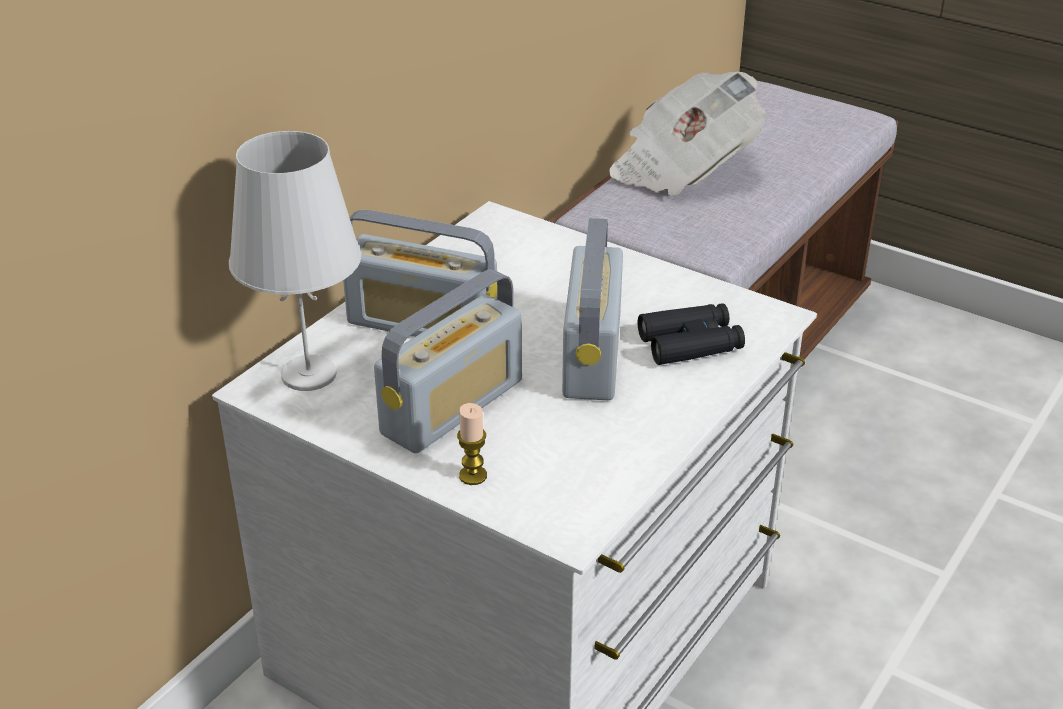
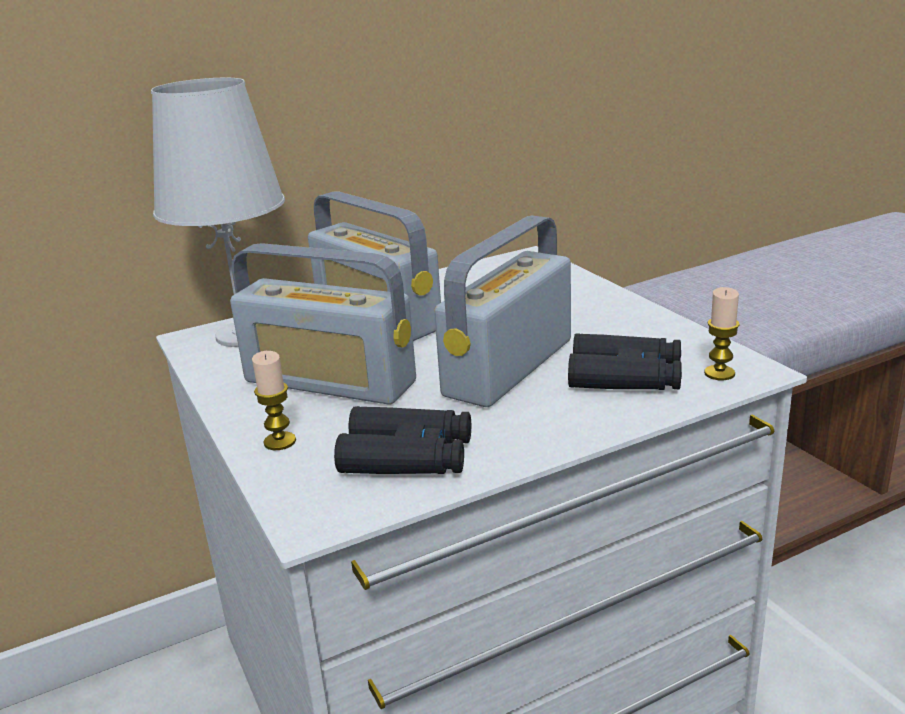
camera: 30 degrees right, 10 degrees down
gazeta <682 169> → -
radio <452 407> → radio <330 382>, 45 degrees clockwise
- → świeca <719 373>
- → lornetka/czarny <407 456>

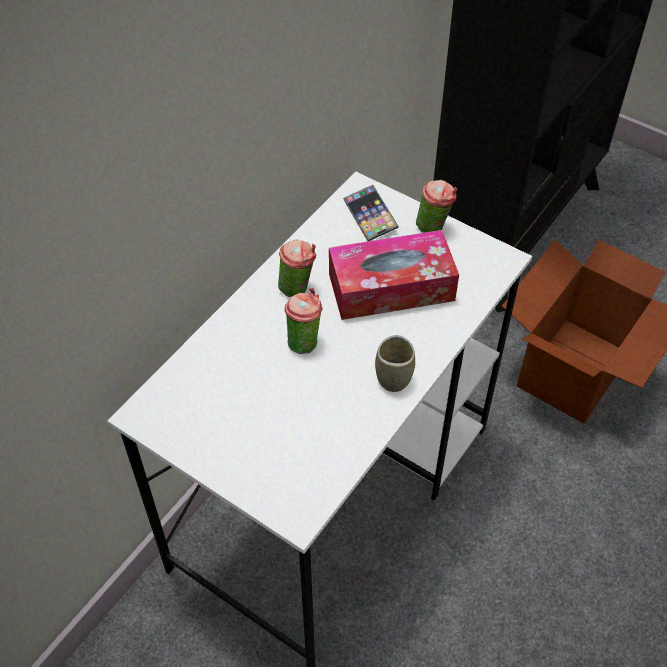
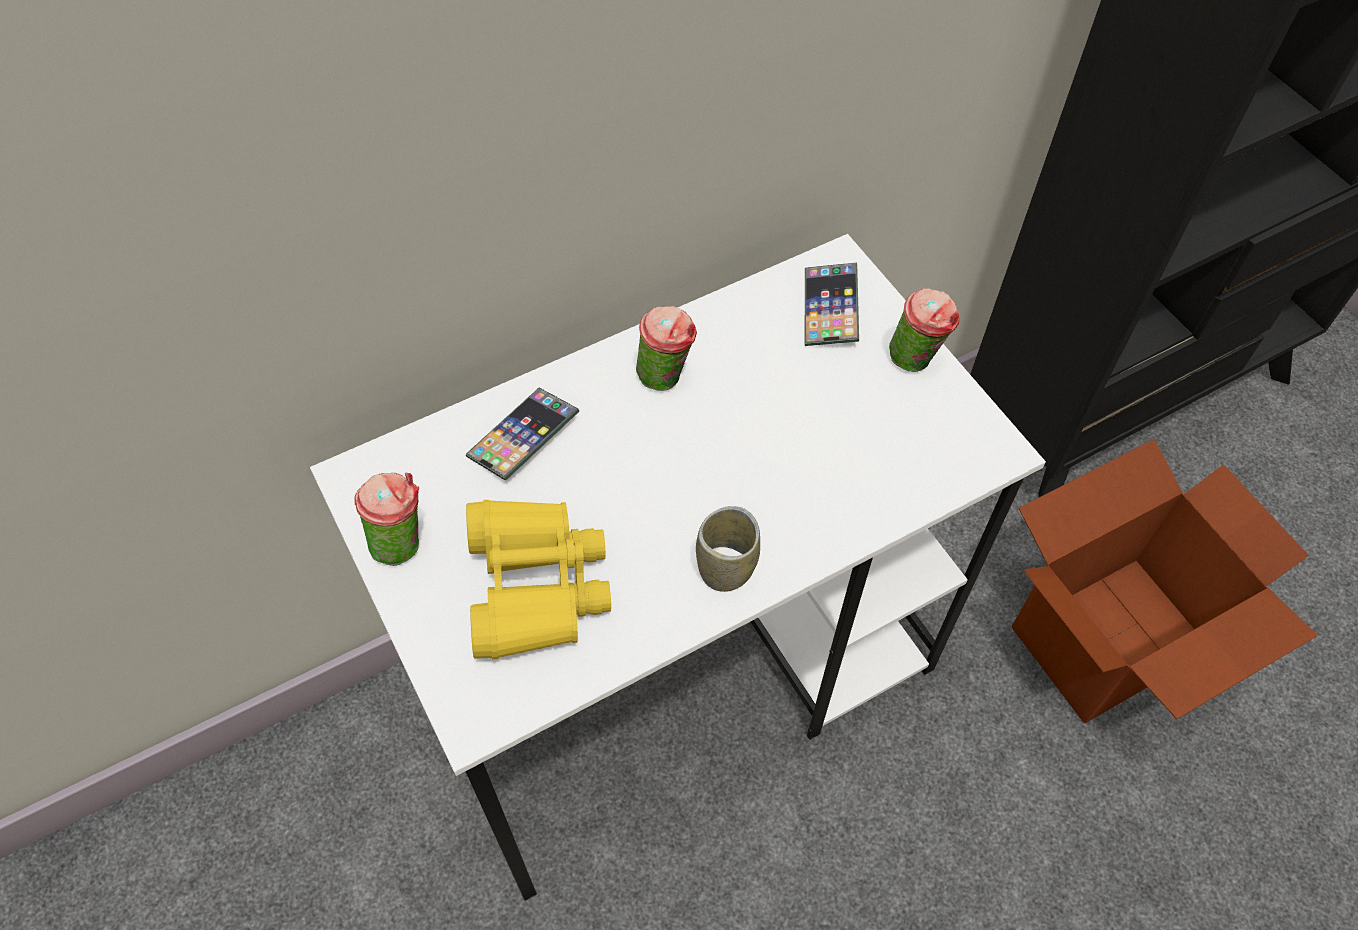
camera: 25 degrees right, 5 degrees up
pudełko chusteczek <391 287> → -
filiżanka <304 341> → filiżanka <402 542>, relocated
- → telefon <523 437>
- → lornetka/żółty <535 586>

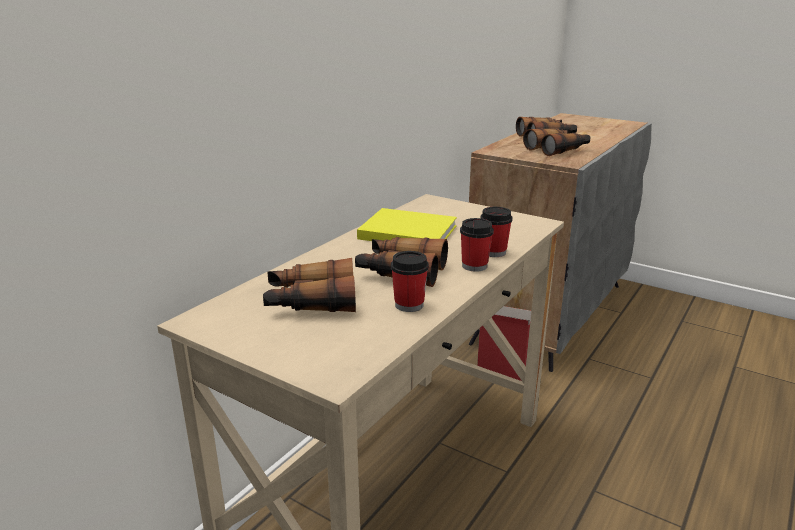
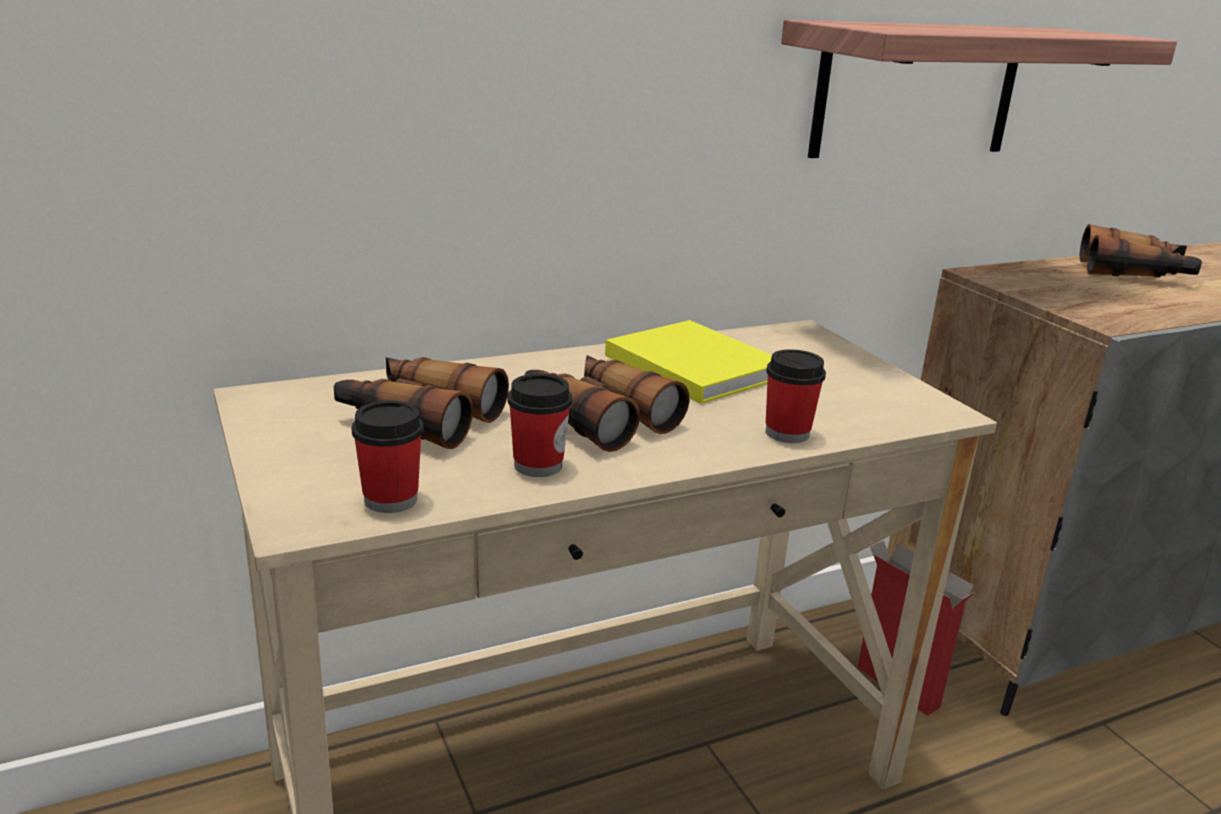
camera: 30 degrees right, 0 degrees up
lornetka <557 149> → -
filiżanka <474 266> → filiżanka <390 499>, relocated
- → półka <917 90>

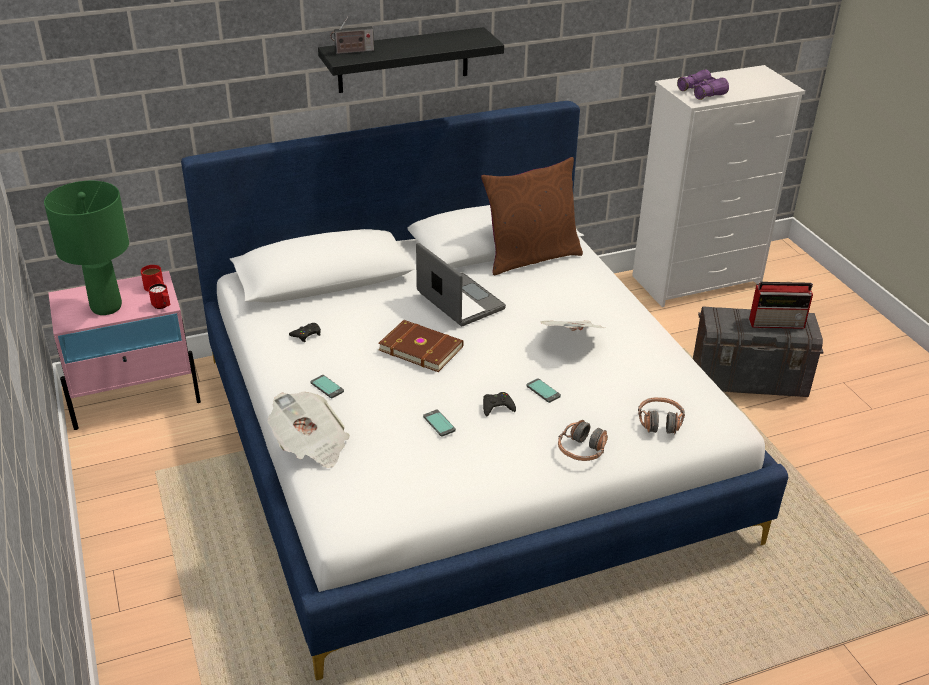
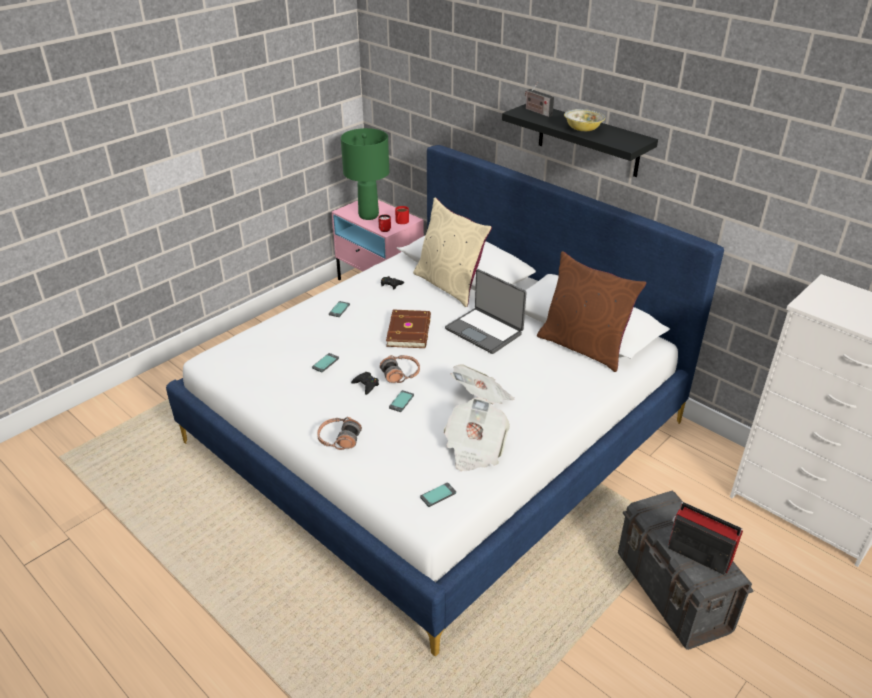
camera: 65 degrees right, 0 degrees up
lornetka/fioletowy <701 92> → -
laptop <459 301> → laptop <485 331>, 105 degrees clockwise
radio <777 323> → radio <697 553>, 150 degrees clockwise
gazeta <311 445> → gazeta <474 449>, relocated
słuchawki <660 422> → słuchawki <400 374>, relocated
- → miska <583 129>
- → poduszka/beżowy <449 285>
- → telefon <438 495>

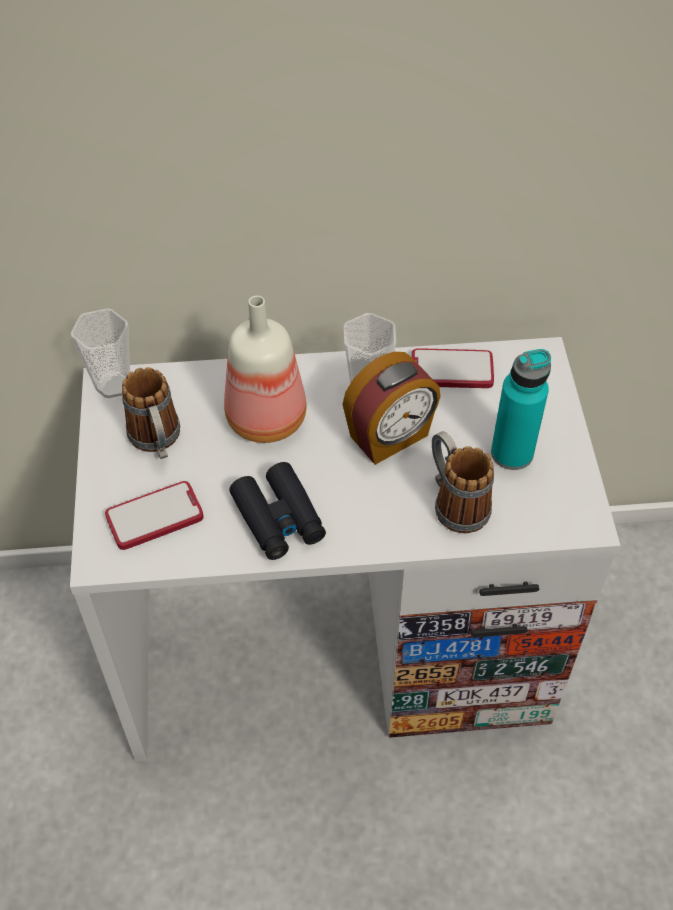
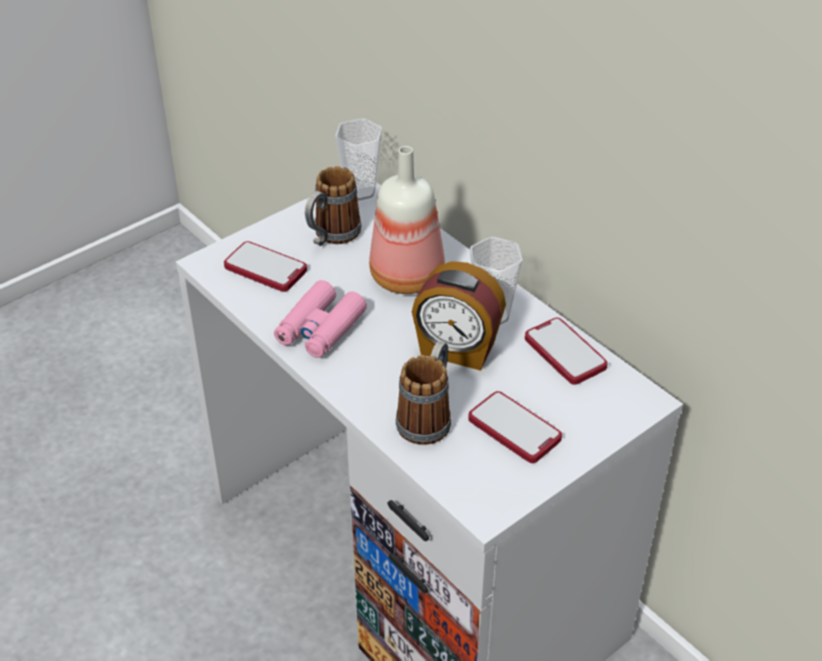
camera: 55 degrees right, 10 degrees down
butelka/turkusowy <512 453> → telefon <514 429>
lornetka/czarny <278 519> → lornetka/różowy <320 328>

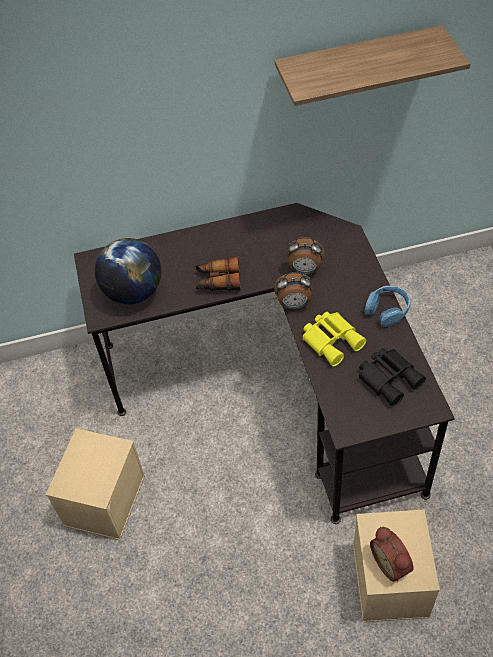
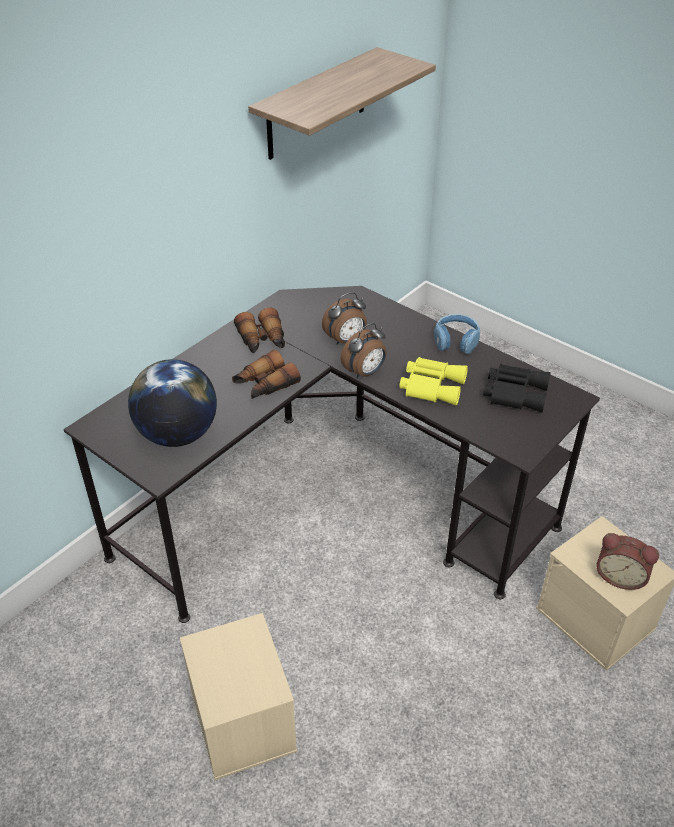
camera: 40 degrees left, 10 degrees down
- → lornetka <262 341>

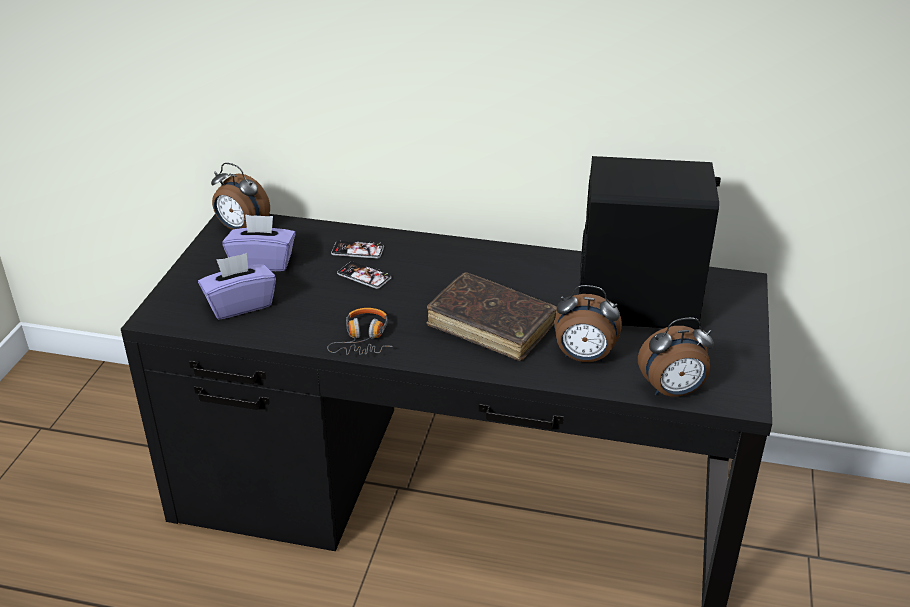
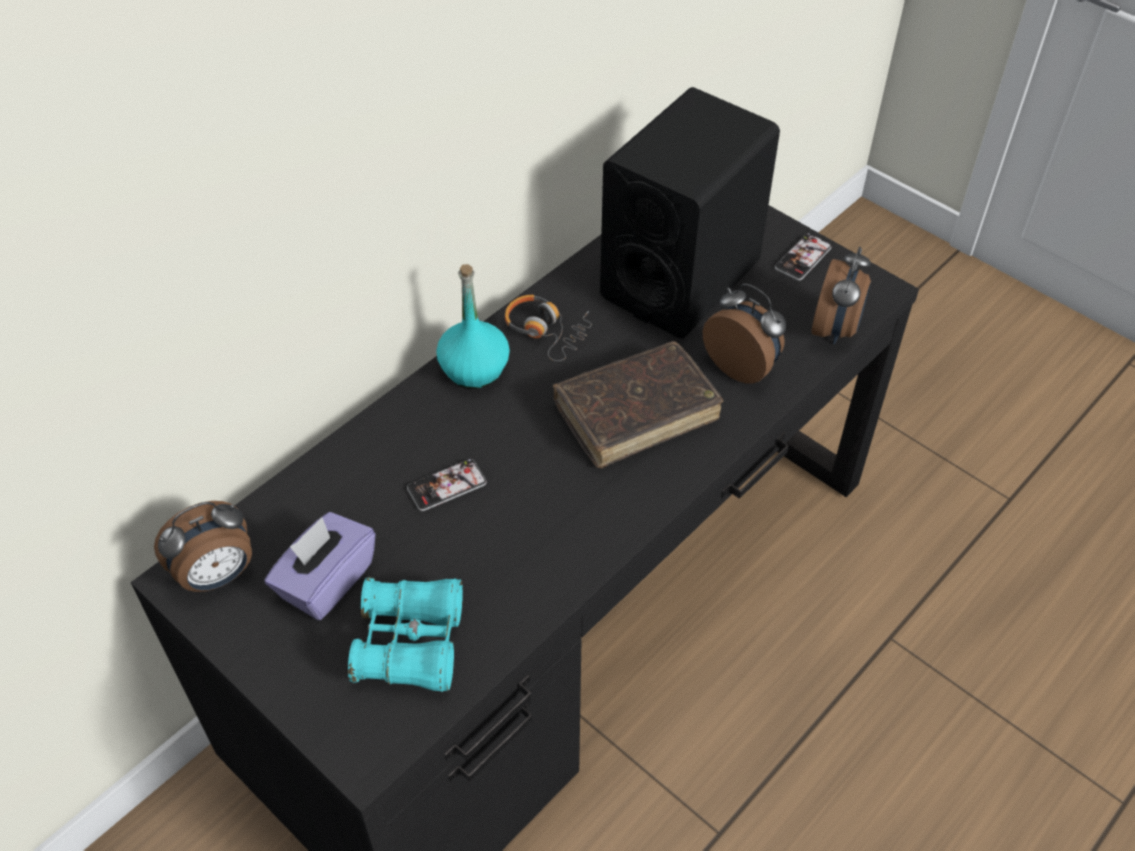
camera: 60 degrees left, 15 degrees up
telefon <357 251> → telefon <803 258>, relocated
pudełko chusteczek/fioletowy <240 304> → lornetka/turkusowy <410 643>
budzik <583 357> → budzik <742 366>, 90 degrees counterclockwise
słuchawki <363 339> → słuchawki <546 331>, relocated
- → butelka/turkusowy <475 369>

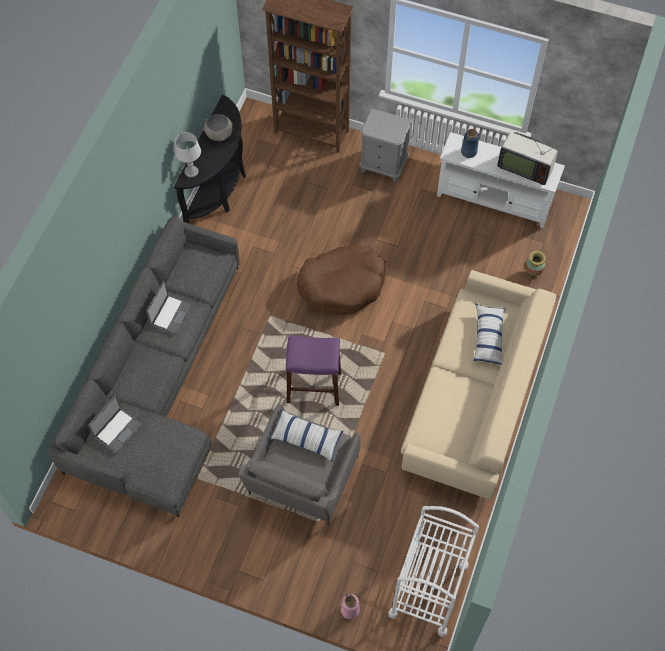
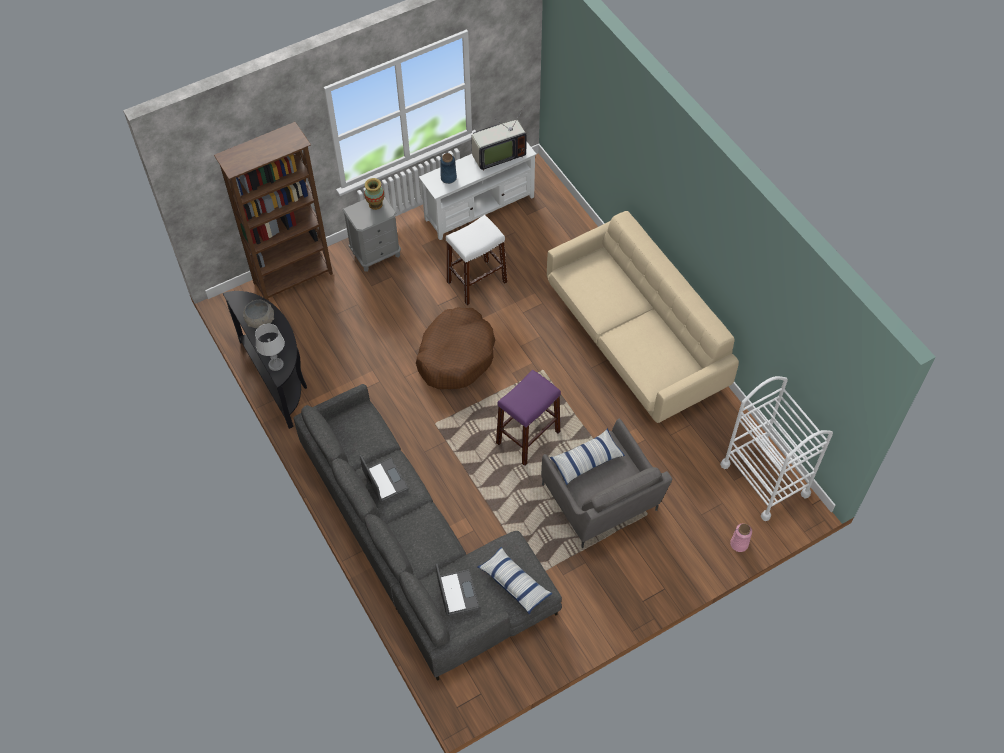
camera: 50 degrees left, 5 degrees down
wazon <532 273> → wazon <375 204>, relocated
poduszka <488 337> → poduszka <514 583>, relocated
- → stołek/biały <477 282>

